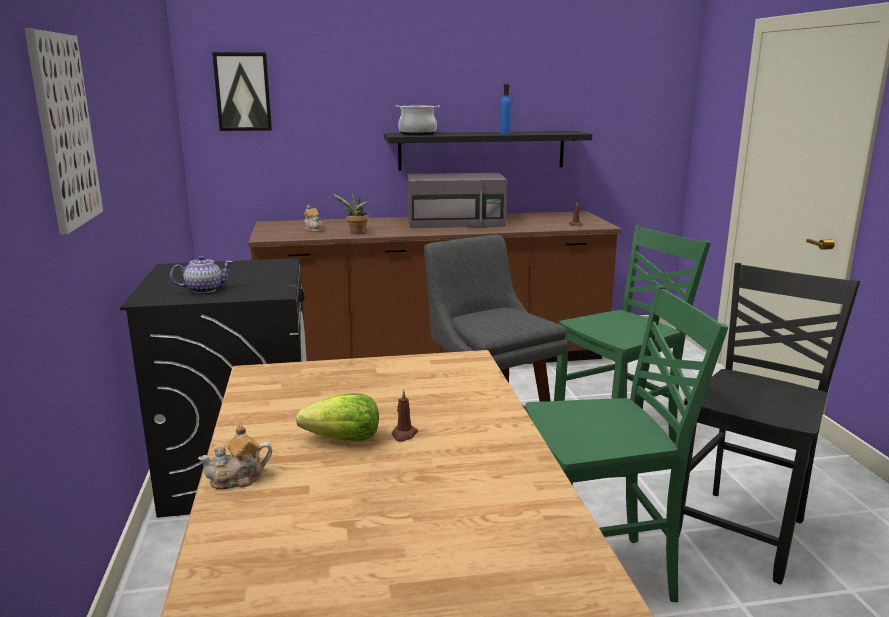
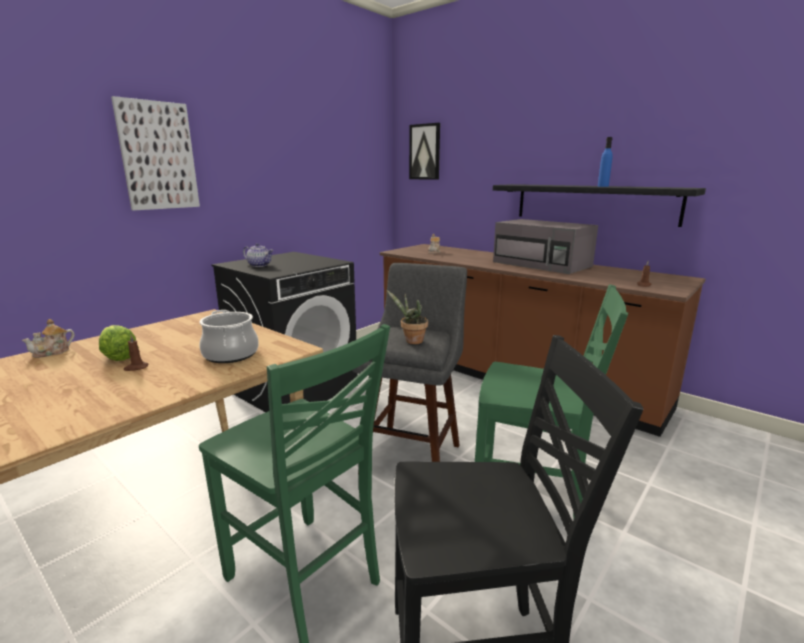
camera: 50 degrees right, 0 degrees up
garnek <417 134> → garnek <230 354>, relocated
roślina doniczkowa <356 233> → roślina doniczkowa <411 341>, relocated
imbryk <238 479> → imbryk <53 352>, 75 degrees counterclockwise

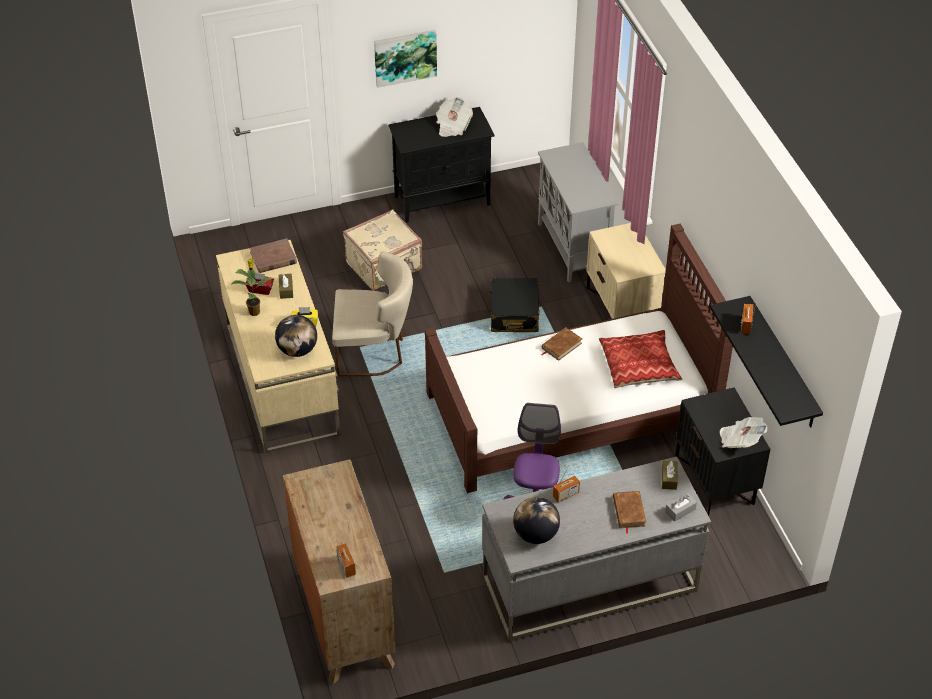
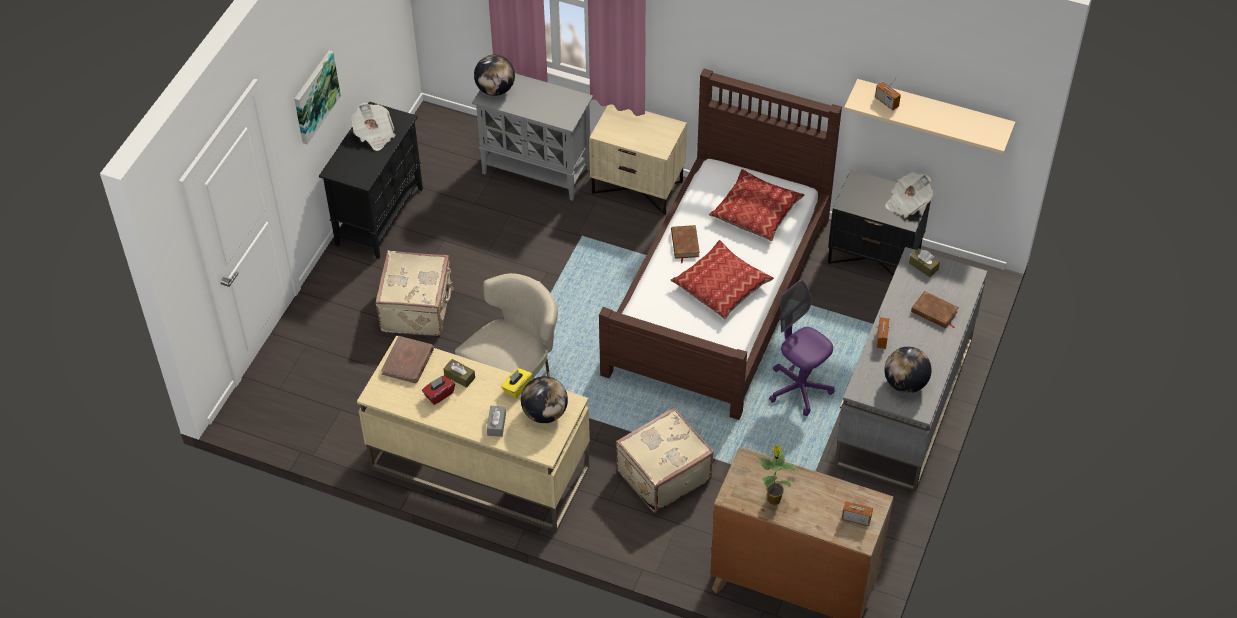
camera: 50 degrees left, 5 degrees up
roślina doniczkowa <254 311> → roślina doniczkowa <773 498>, relocated
walizka/czarny <514 314> → -
półka/czarny <783 364> → półka/beżowy <933 112>
pudełko chusteczek/szary <680 511> → pudełko chusteczek/szary <496 424>, relocated
- → globus <495 89>
- → poduszka <721 286>
- → walizka/beżowy <662 474>

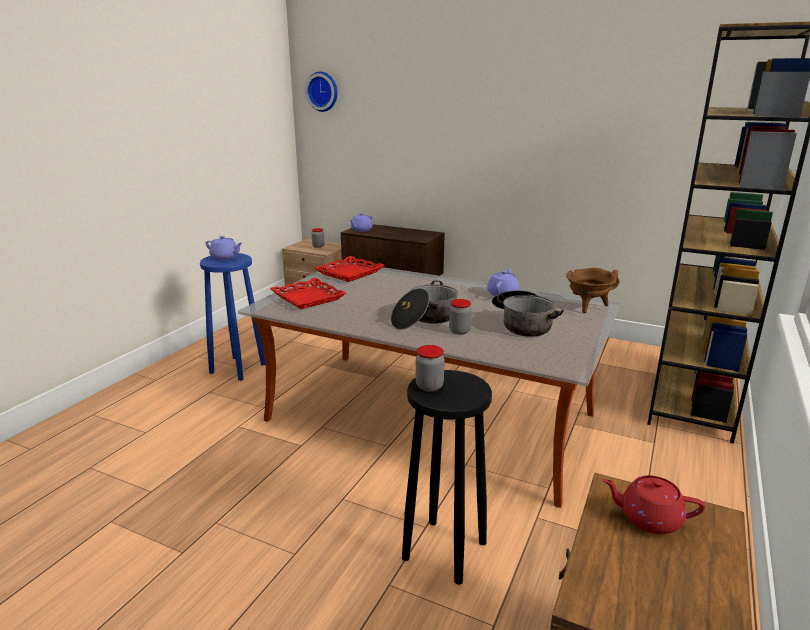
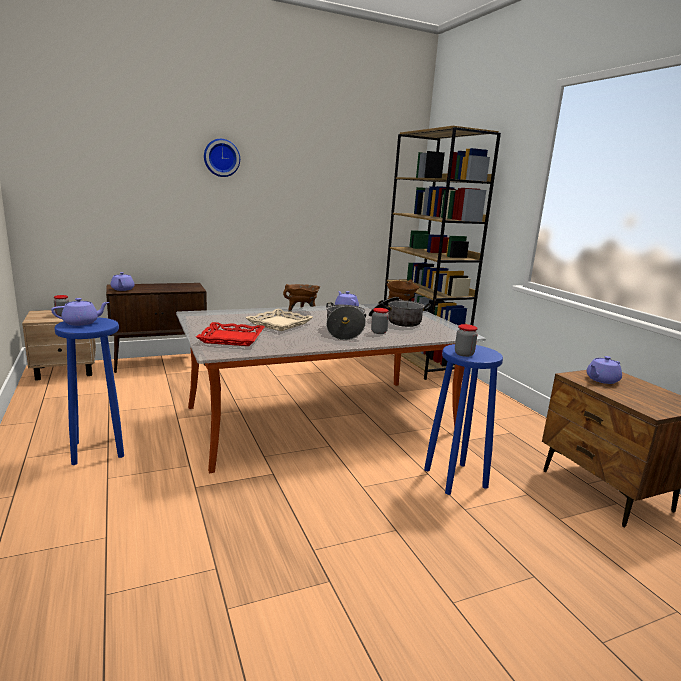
camera: 50 degrees left, 5 degrees down
zegar ścienny <323 91> → zegar ścienny <221 158>, relocated
taca/czerwony <350 273> → -
stołek/czarny <443 549> → stołek/niebieski <454 478>
imbryk/czerwony <648 518> → imbryk/fioletowy <601 380>
- → garnek/brązowy <301 310>
- → taca/beżowy <279 323>

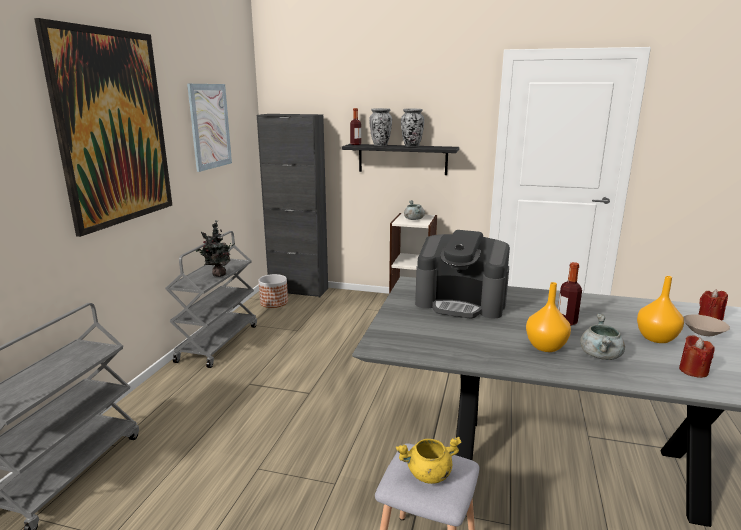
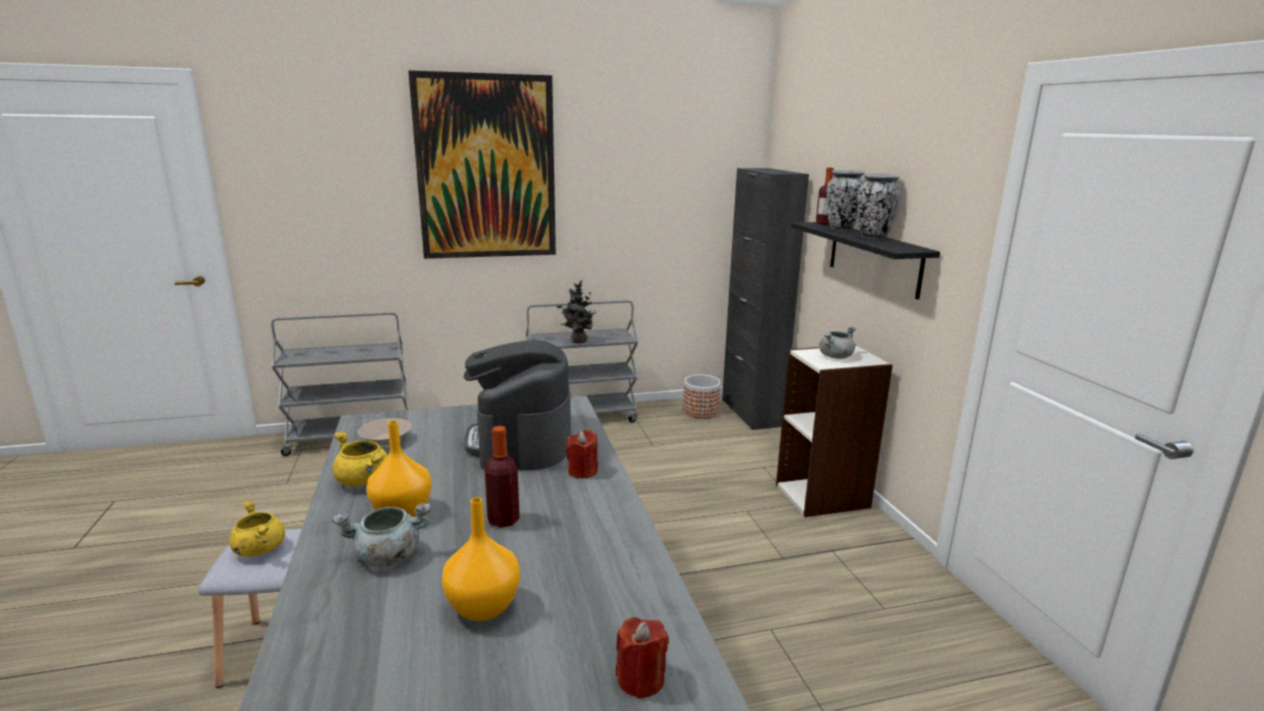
camera: 60 degrees right, 0 degrees up
obraz <210 126> → -
miska/beżowy <703 332> → miska/beżowy <385 441>, relocated
świeca/czerwony <693 371> → świeca/czerwony <582 471>, relocated
- → garnek/żółty <365 481>

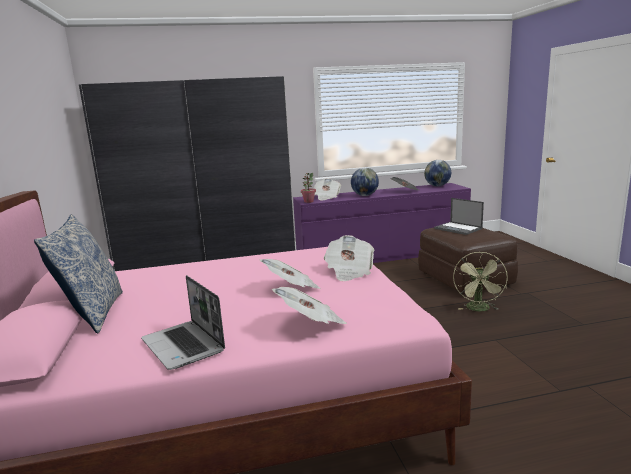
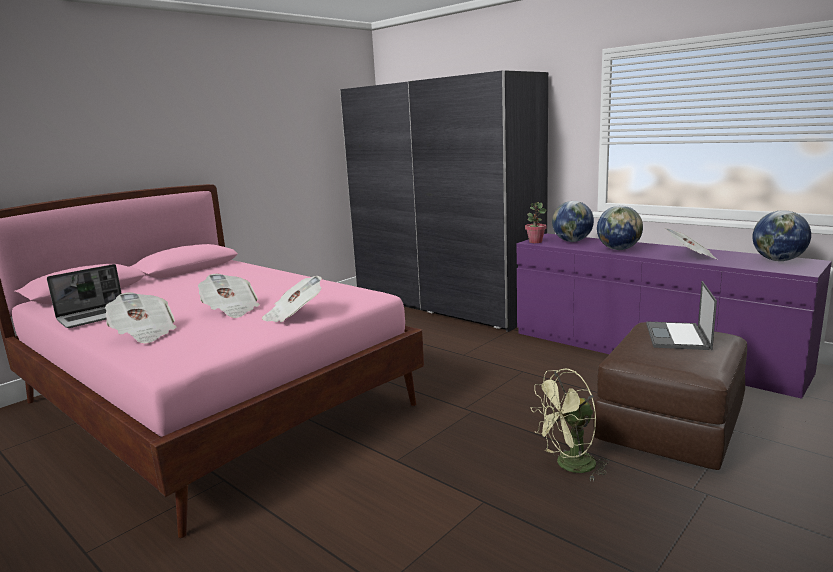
camera: 55 degrees right, 0 degrees up
gazeta <326 197> → globus <572 241>
poduszka <92 313> → -
laptop <184 346> → laptop <97 316>, 150 degrees counterclockwise

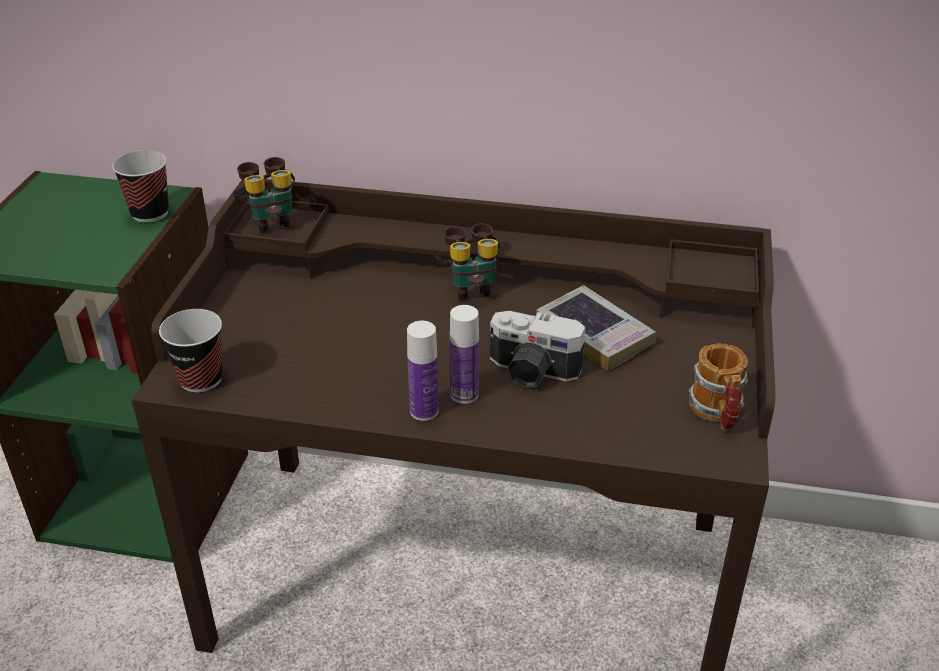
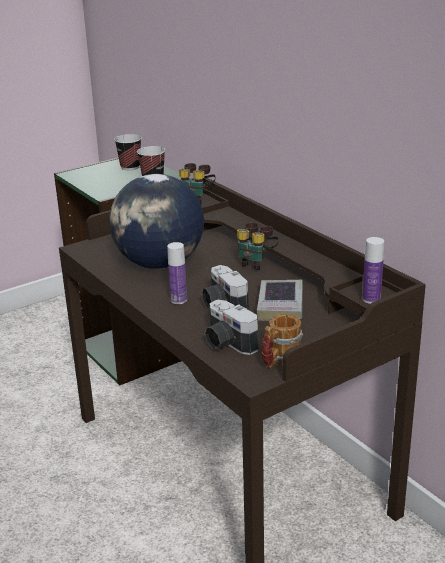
camera: 45 degrees right, 10 degrees down
filiżanka <201 379> → filiżanka <130 167>, relocated
butelka <424 411> → butelka <371 299>, relocated
- → globus <160 264>
- → aparat fotograficzny <227 343>

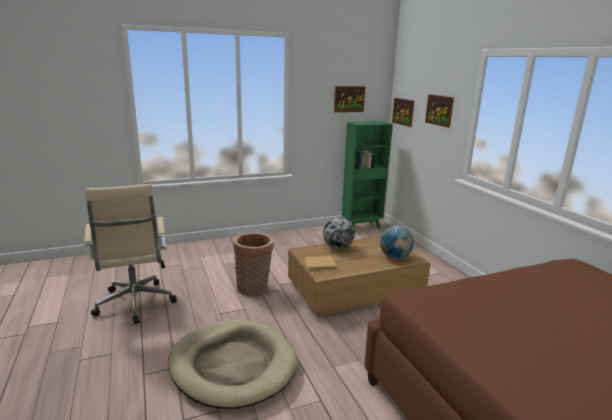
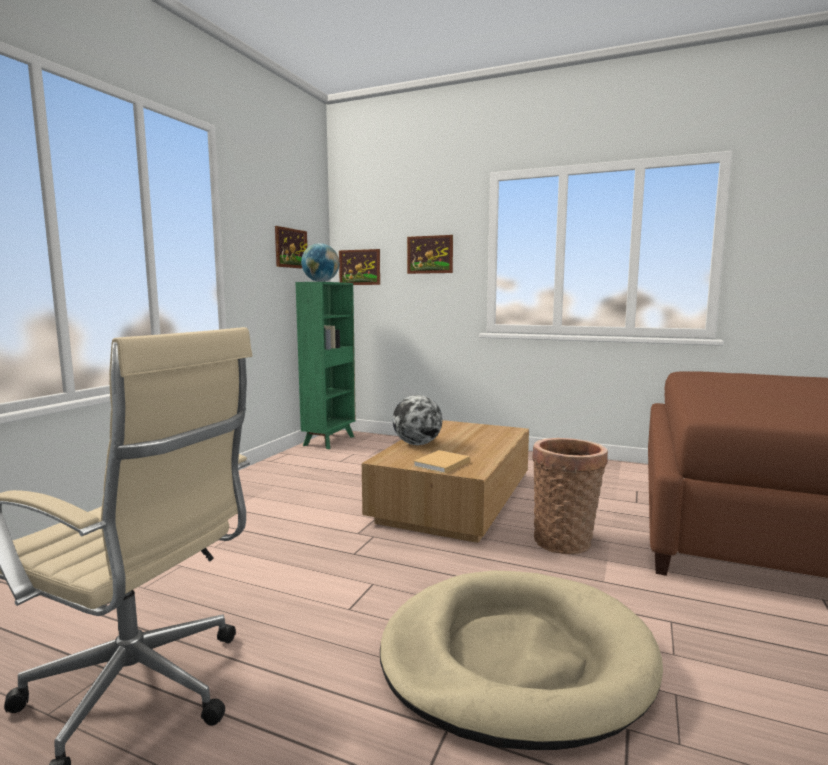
camera: 45 degrees left, 10 degrees down
globus <395 257> → globus <321 281>, relocated
koszyk <254 288> → koszyk <565 540>, relocated

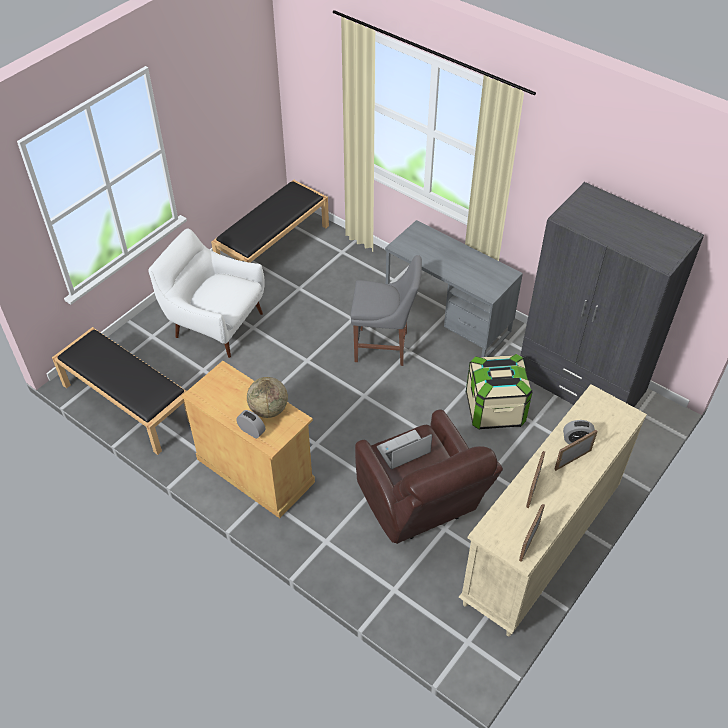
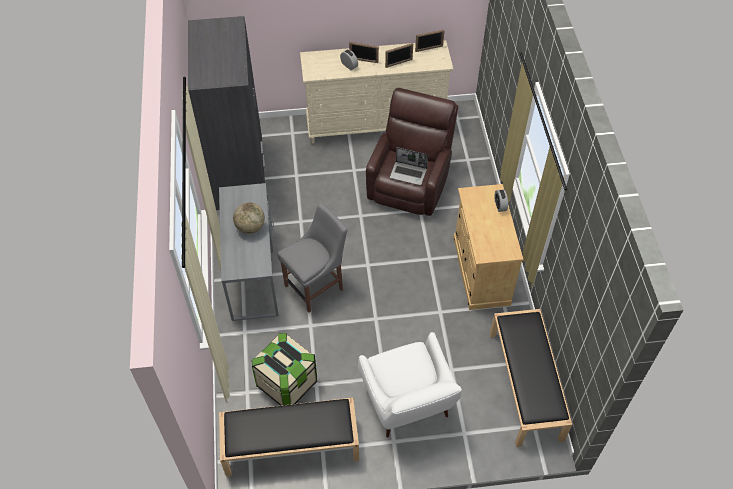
camera: 135 degrees left, 5 degrees up
krzesło/szary <384 347> → krzesło/szary <316 286>, 90 degrees clockwise
pojemnik do przechowywania <494 409> → pojemnik do przechowywania <287 382>, relocated
globus <268 409> → globus <250 227>, relocated

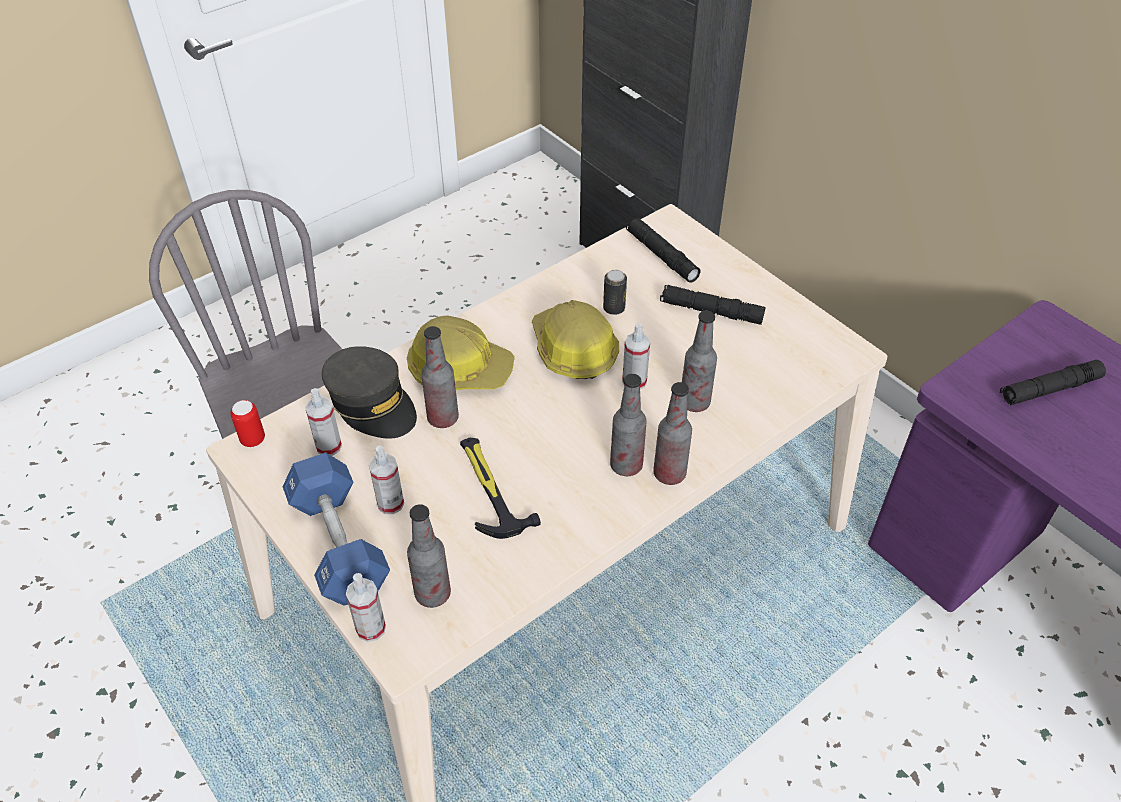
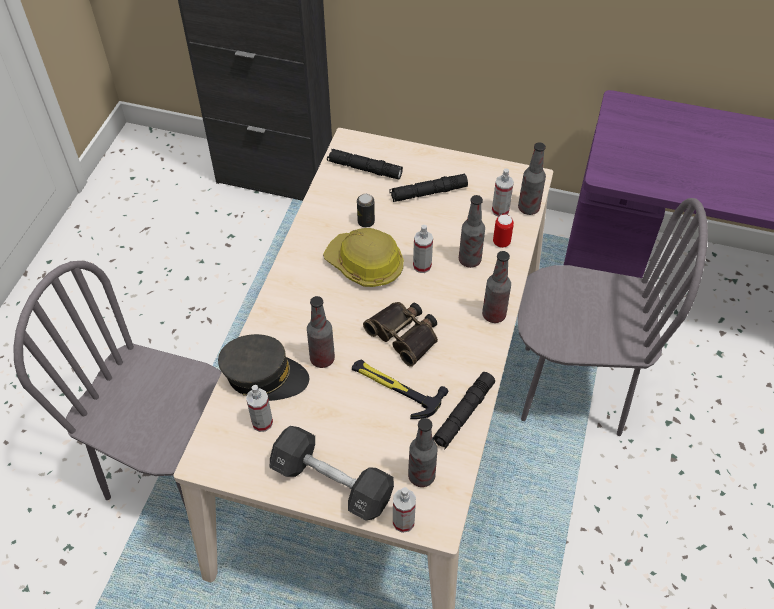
camera: 35 degrees left, 5 degrees up
kask <459 369> → -
latarka/czarny <1049 389> → latarka/czarny <463 414>, relocated
butelka <626 465> → butelka <528 208>, relocated
puszka <253 439> → puszka <501 242>, relocated
spryskiwacz <390 503> → spryskiwacz <500 210>, relocated
hantel/niebieski <339 543> → hantel/czarny <332 482>
- → krzesło/szary <572 389>
- → lornetka <405 334>

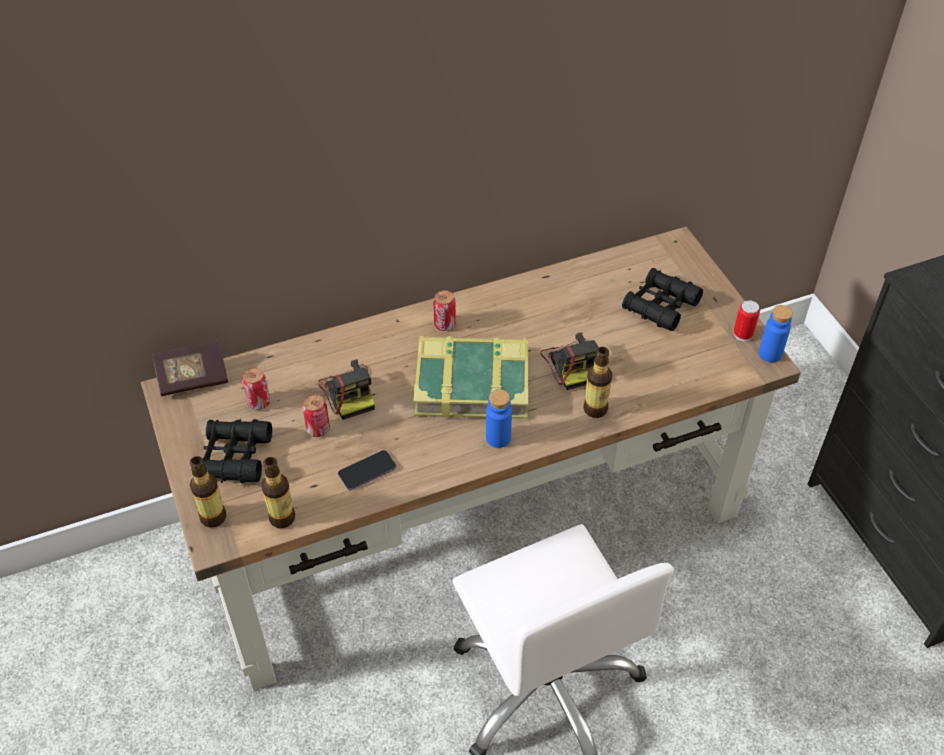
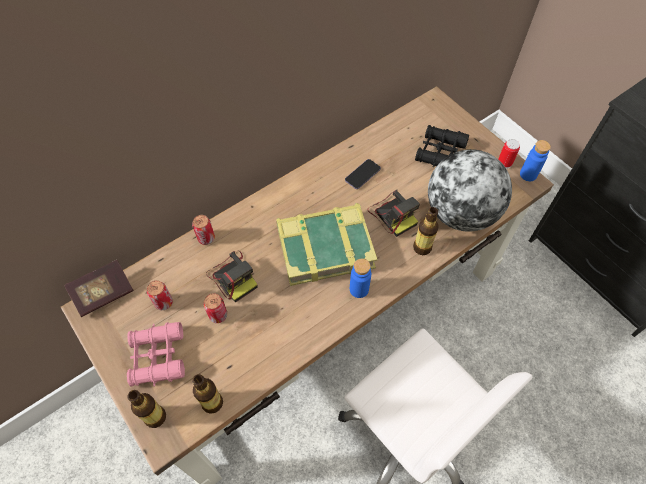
camera: 15 degrees left, 10 degrees up
puszka <445 324> → puszka <206 238>, relocated
lornetka/czarny <234 457> → lornetka/różowy <157 357>
telefon <367 471> → telefon <362 175>, relocated
- → globus <460 213>

